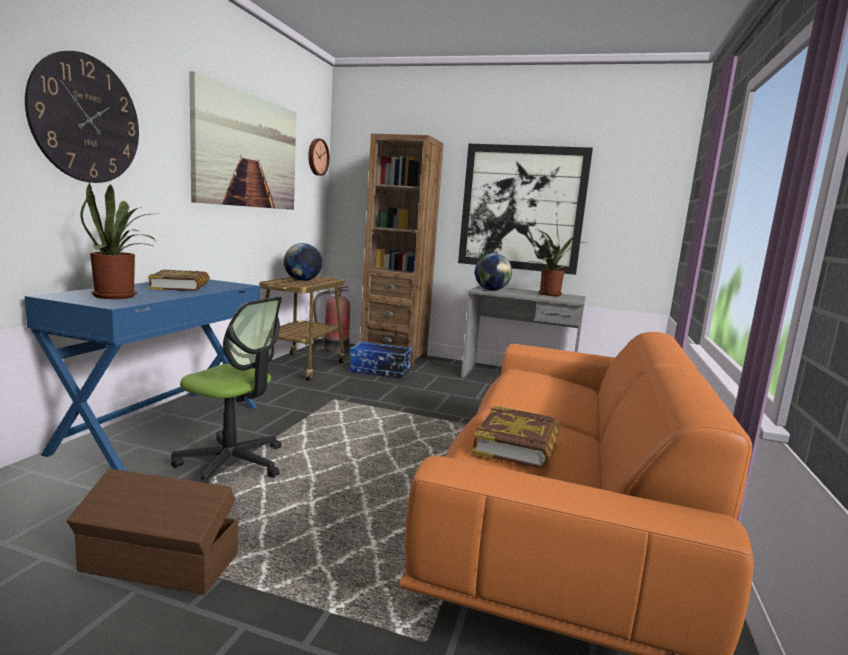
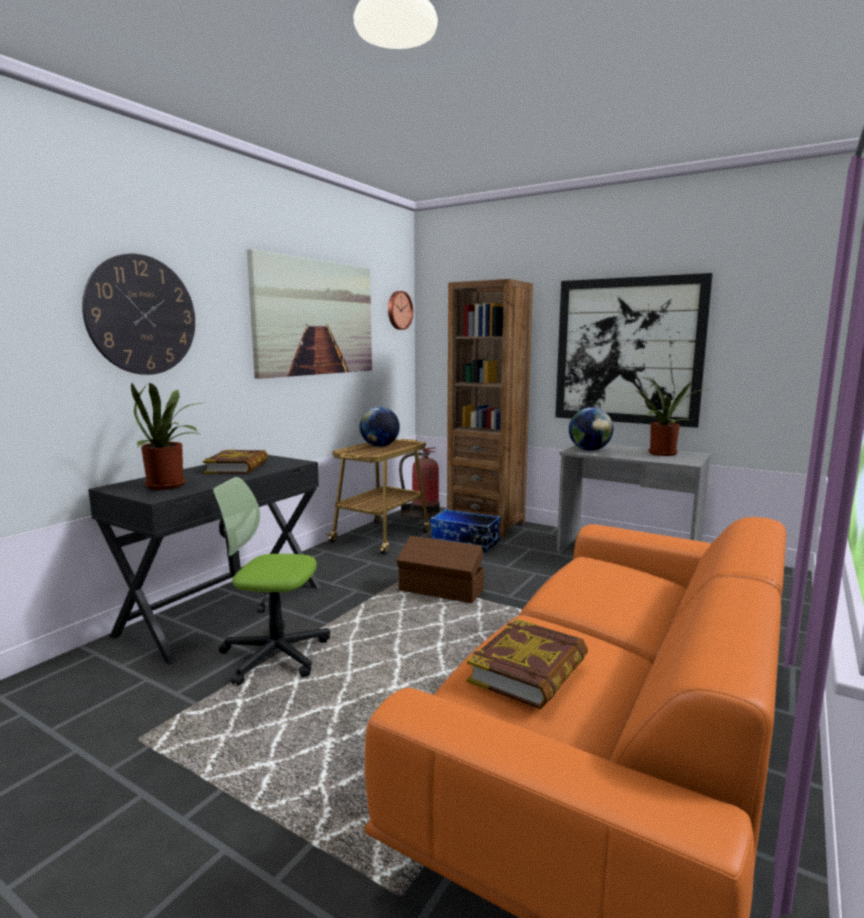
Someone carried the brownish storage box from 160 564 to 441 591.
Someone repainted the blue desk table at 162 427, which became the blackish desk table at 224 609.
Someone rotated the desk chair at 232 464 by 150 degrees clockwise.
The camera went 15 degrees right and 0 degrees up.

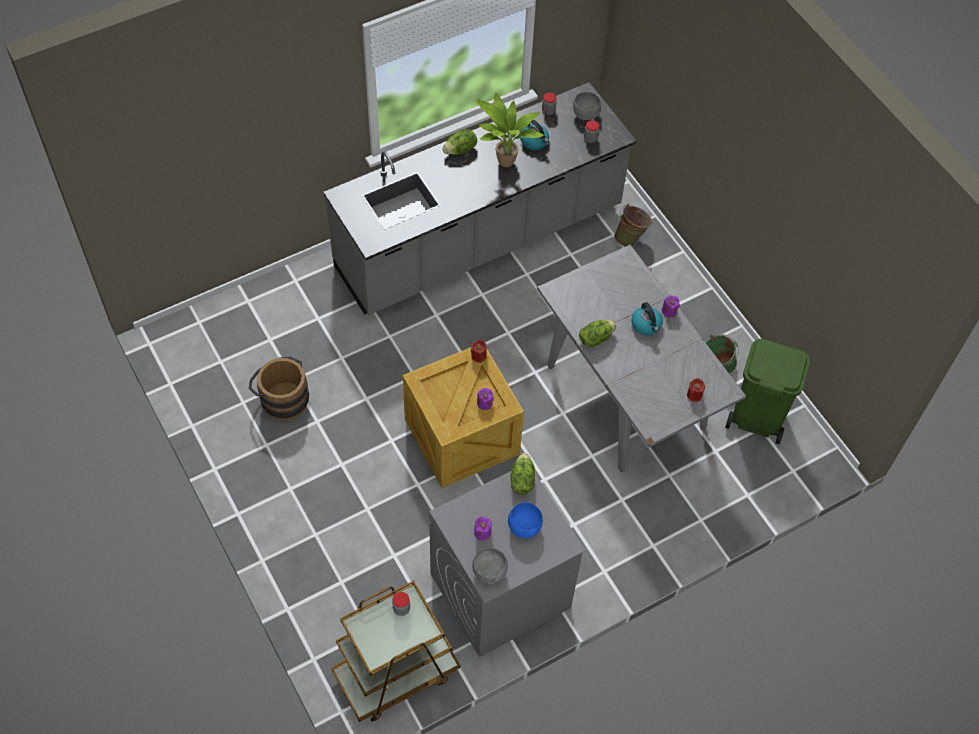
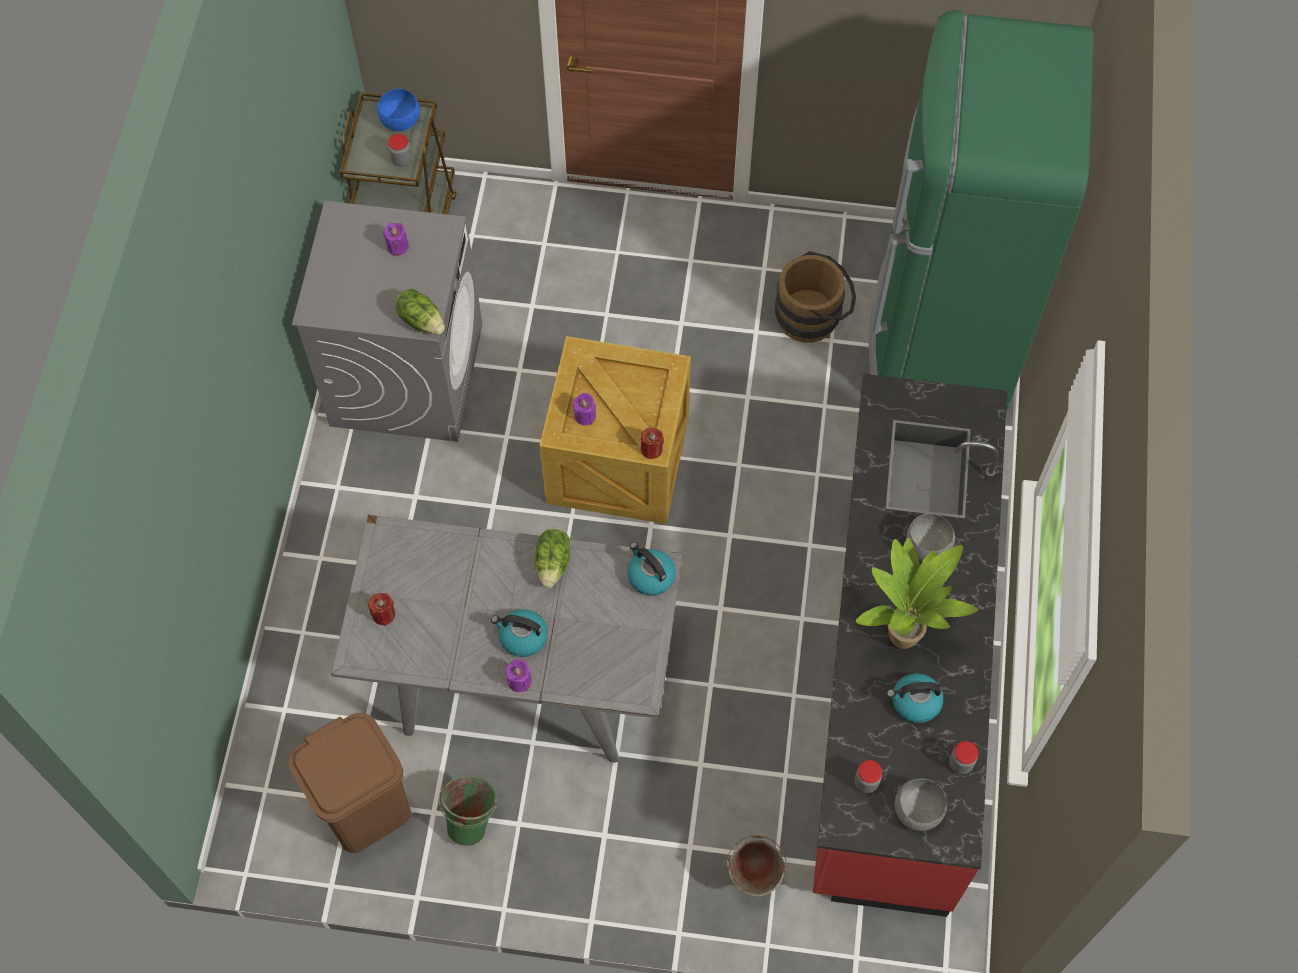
Someone took away the lettuce at 460 150.
Someone put down the tea kettle at 650 576.
Someone put down the greenish fridge at 941 336.
Someone carried the grey bowl from 489 572 to 926 547.
Someone carried the blue bowl from 524 526 to 401 122.
Someone repainted the grey kitchen base unit at 479 239, which became the red-coloured kitchen base unit at 893 677.
Someone repainted the greenish waste bin at 756 416, which became the brownish waste bin at 367 809.
The camera went 130 degrees right and 5 degrees up.

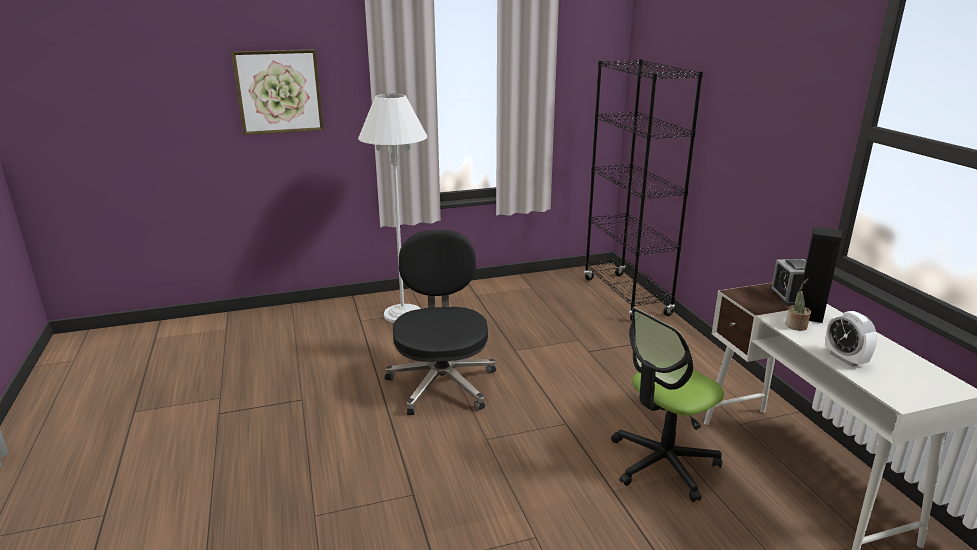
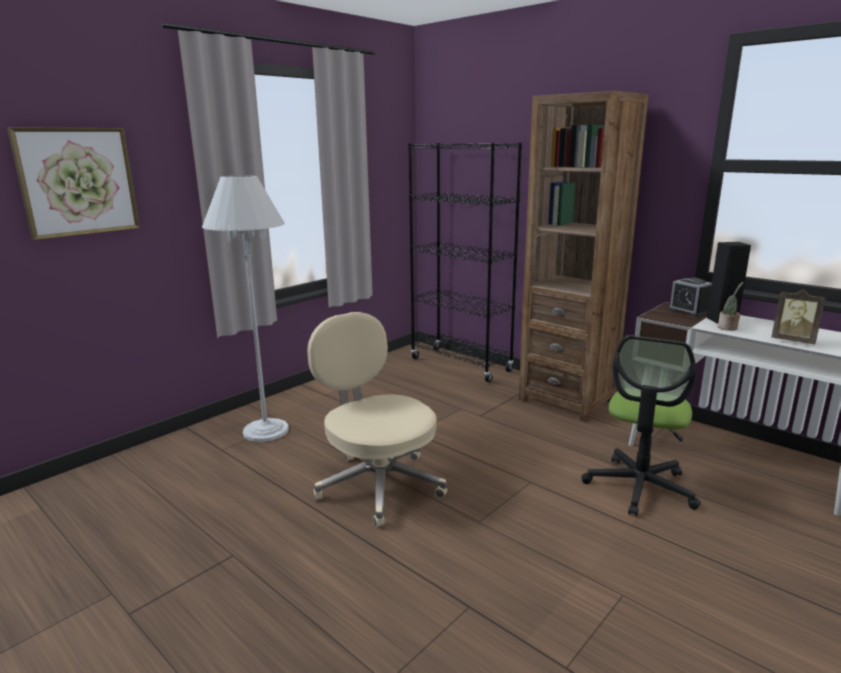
Someone put down the brownish bookshelf at 567 400.
Someone swapped the alarm clock at 845 358 for the photo frame at 793 340.
Someone repainted the blackish desk chair at 442 383, which became the sand-coloured desk chair at 378 484.
The camera went 30 degrees left and 5 degrees down.

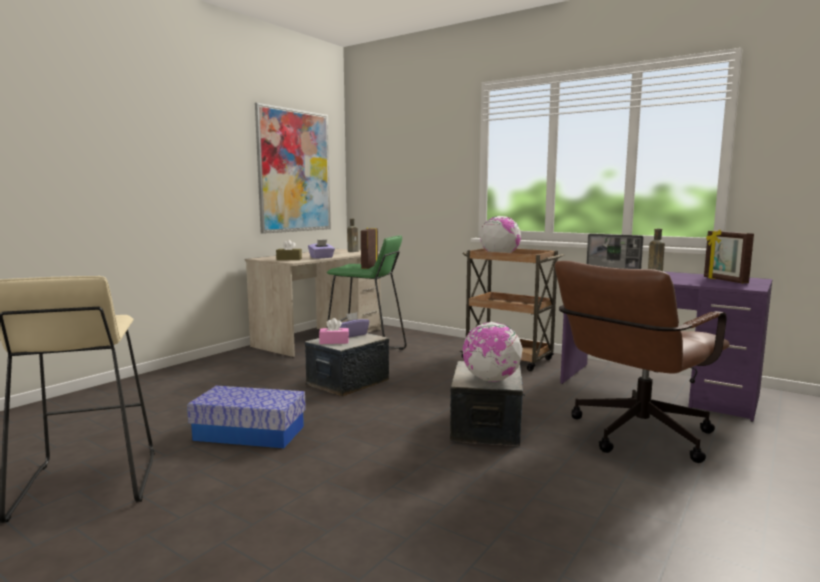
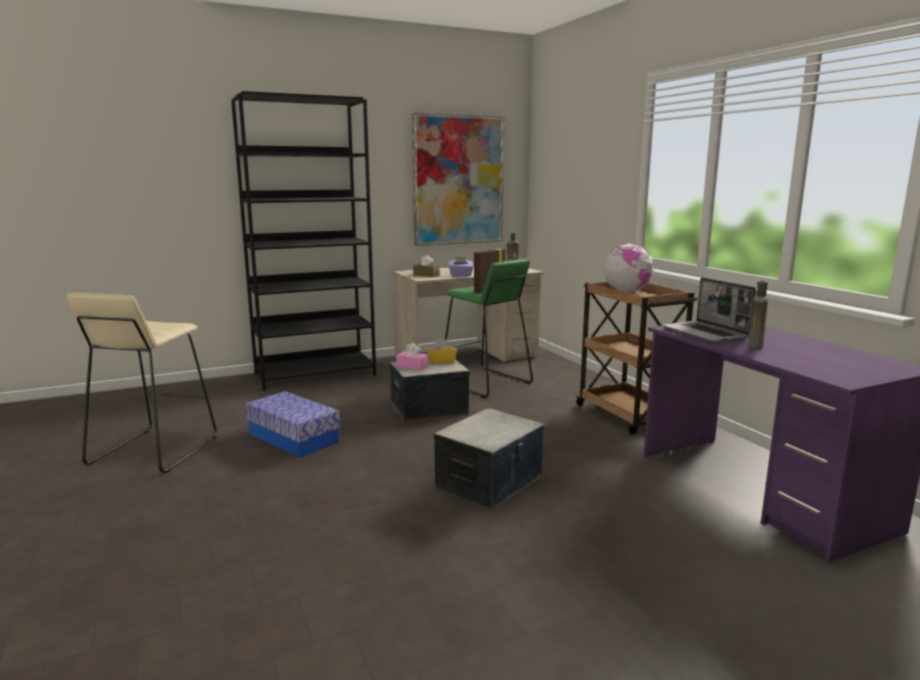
Someone took away the world globe at 491 380.
Someone took away the brownish desk chair at 633 436.
Someone took away the photo frame at 724 280.
Someone put down the blackish bookshelf at 315 374.
Someone repainted the purple-coloured tissue box at 353 334, which became the yellow-coloured tissue box at 441 362.
The camera went 30 degrees right and 5 degrees up.

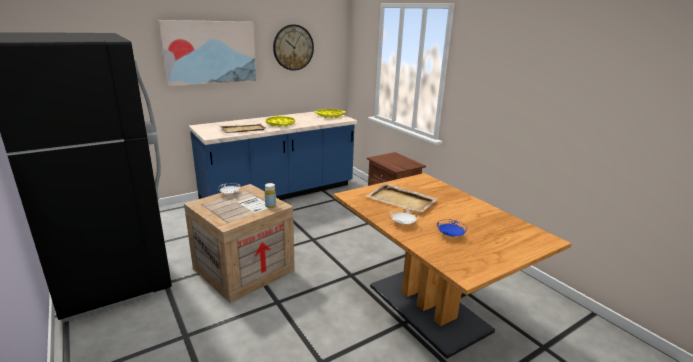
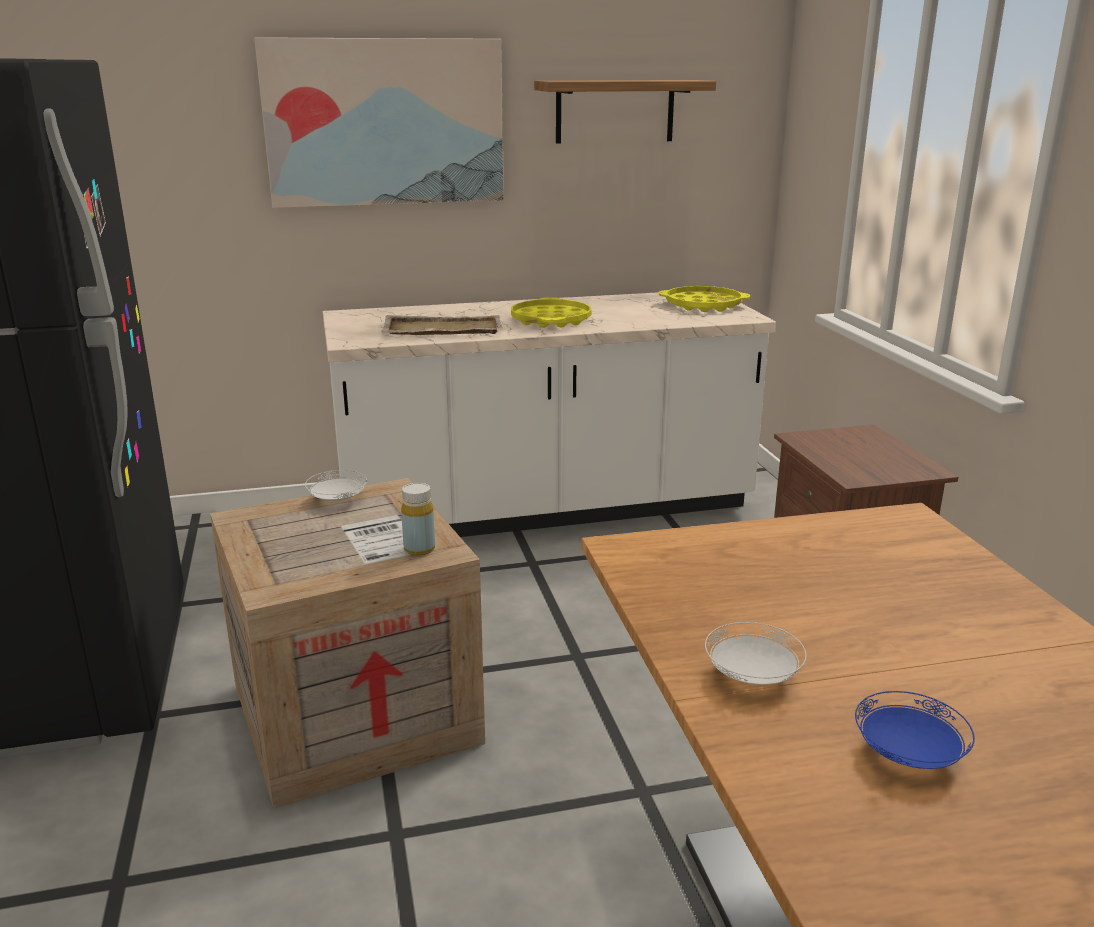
Someone took away the sand-coloured tray at 402 200.
Someone swapped the hanging clock at 293 47 for the shelf at 615 111.
Someone repainted the blue kitchen base unit at 279 193, which became the whitish kitchen base unit at 544 509.
The camera went 20 degrees right and 0 degrees up.

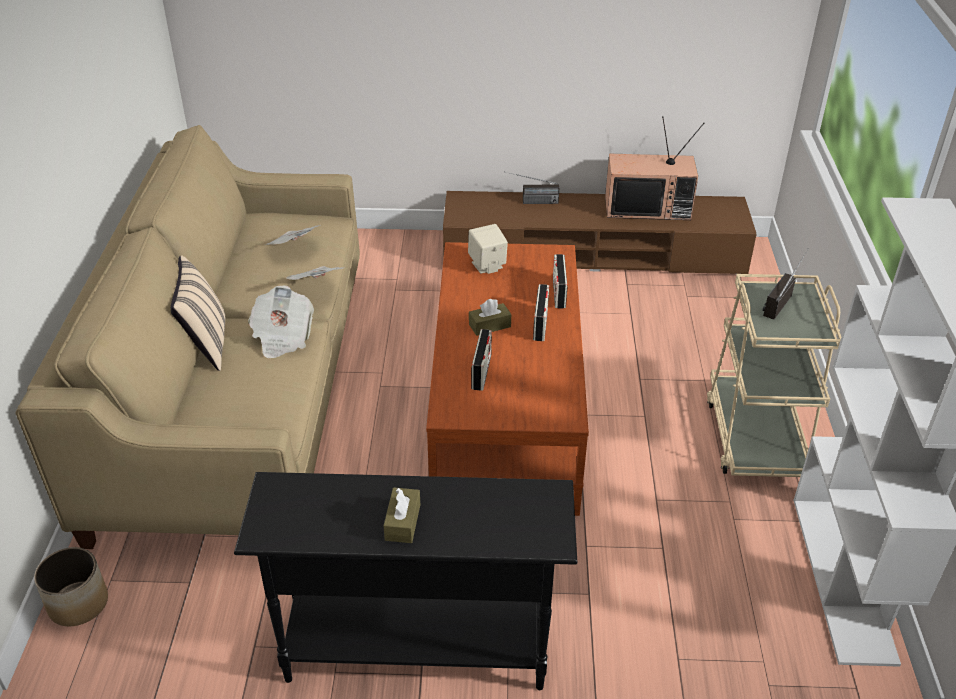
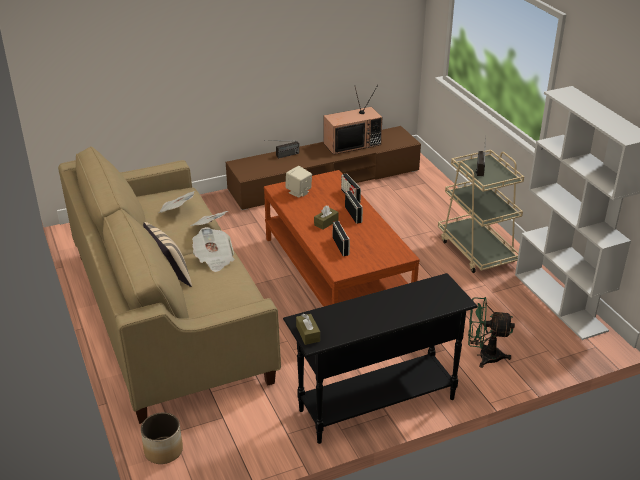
Someone put down the greenish electric fan at 483 356.
Someone carried the brownish tissue box from 402 522 to 308 334.
The camera went 25 degrees left and 5 degrees down.

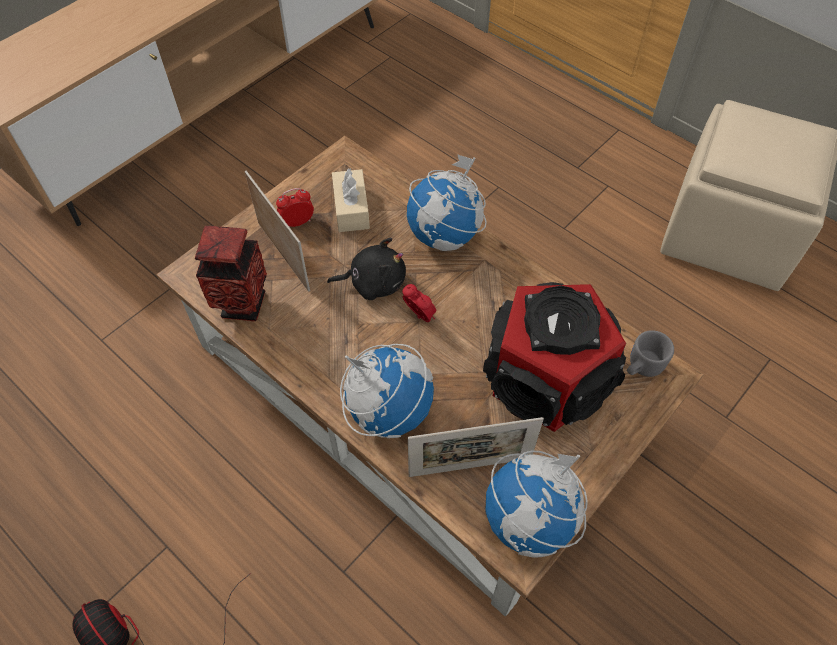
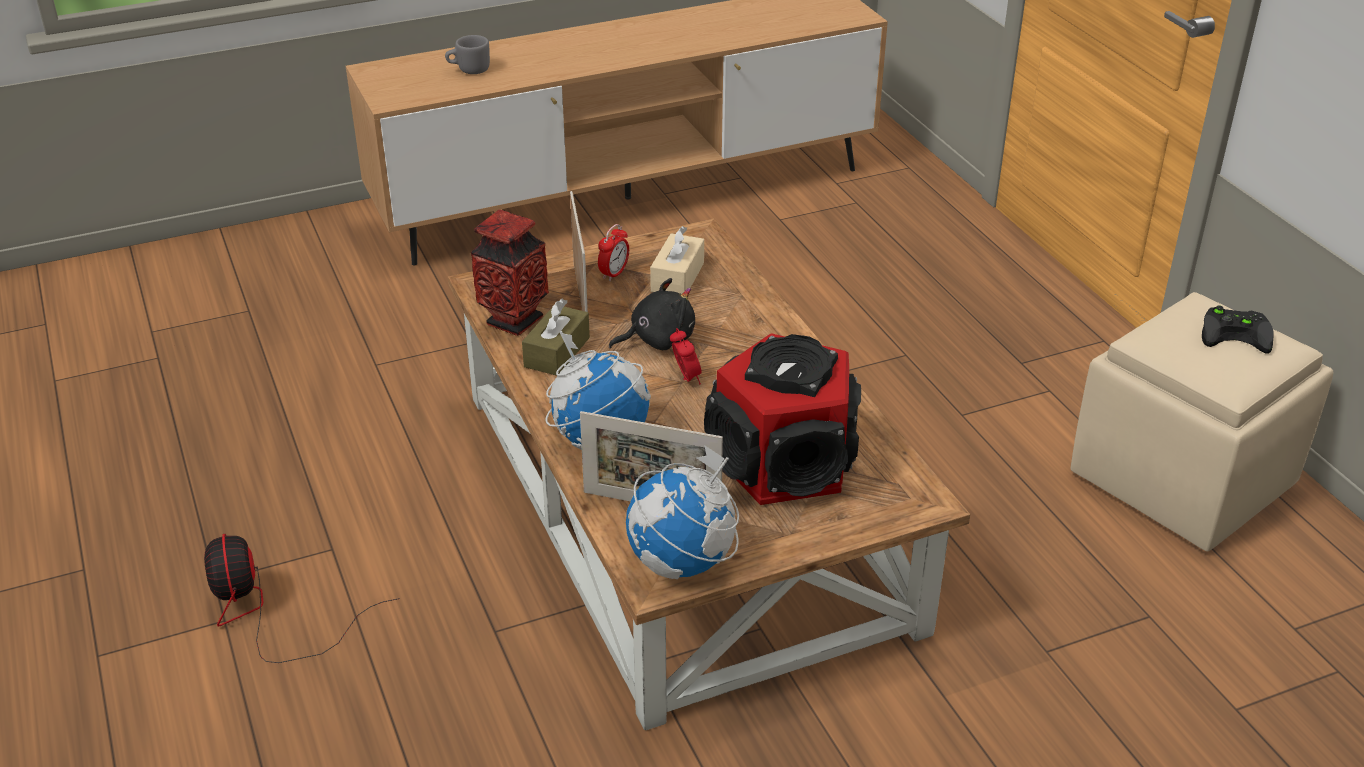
Someone took away the world globe at 445 235.
Someone put down the brownish tissue box at 557 352.
Someone put down the blackish gamepad at 1237 333.
Someone carried the grey tea mug from 641 367 to 469 70.
Someone rotated the alarm clock at 298 222 by 120 degrees clockwise.
Someone rotated the blackish plush toy at 373 282 by 45 degrees counterclockwise.
The camera went 25 degrees right and 20 degrees down.

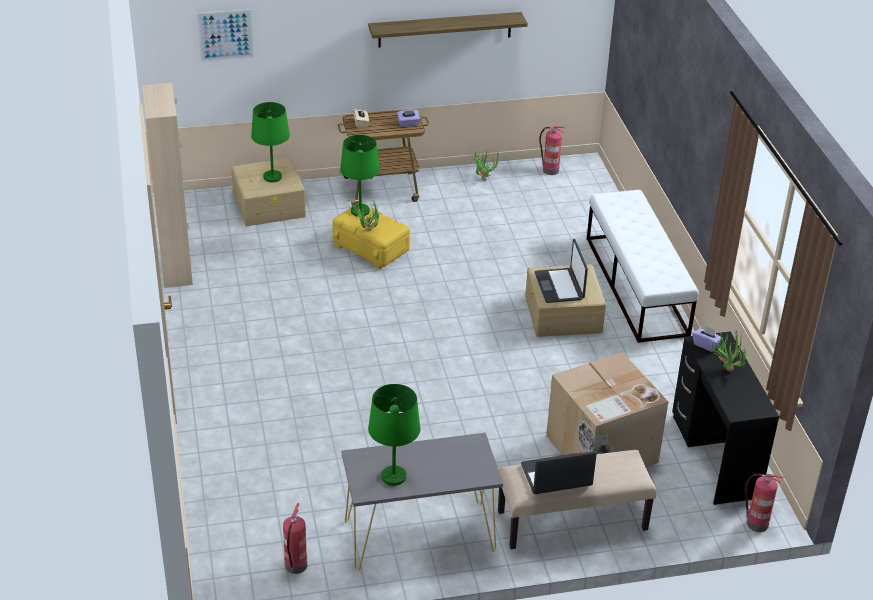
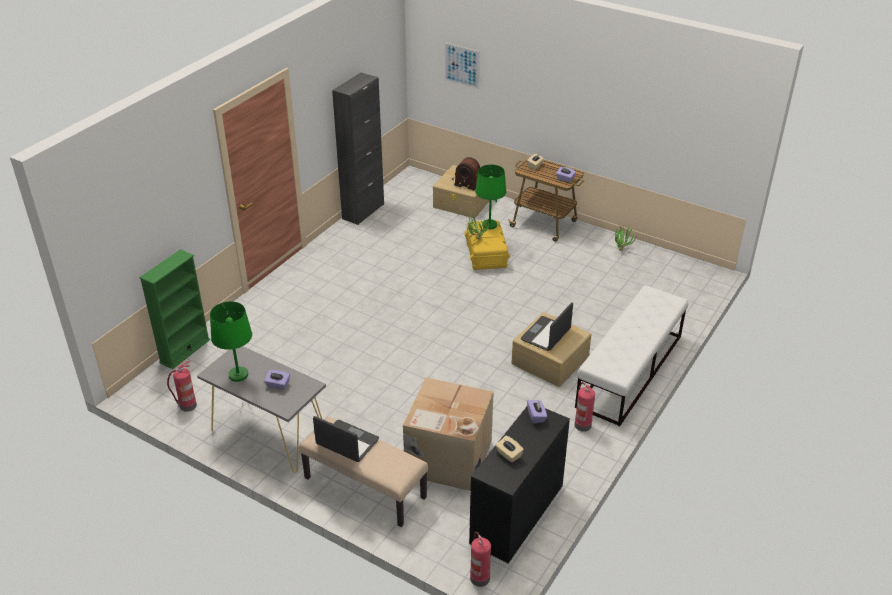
Someone took away the shelf at 445 29.
Someone took away the plant in a pot at 725 368.
Someone put down the greenish bookshelf at 185 351.
Someone put down the purple-coloured tissue box at 278 385.
Someone put down the sand-coloured tissue box at 508 455.
Someone carried the fire extinguisher from 550 170 to 582 424.
Someone swapped the greenish tabletop lamp at 272 177 for the radio set at 466 181.
Someone repainted the sand-coloured cupboard at 176 268, which became the blackish cupboard at 363 211.
The camera went 45 degrees right and 0 degrees up.

